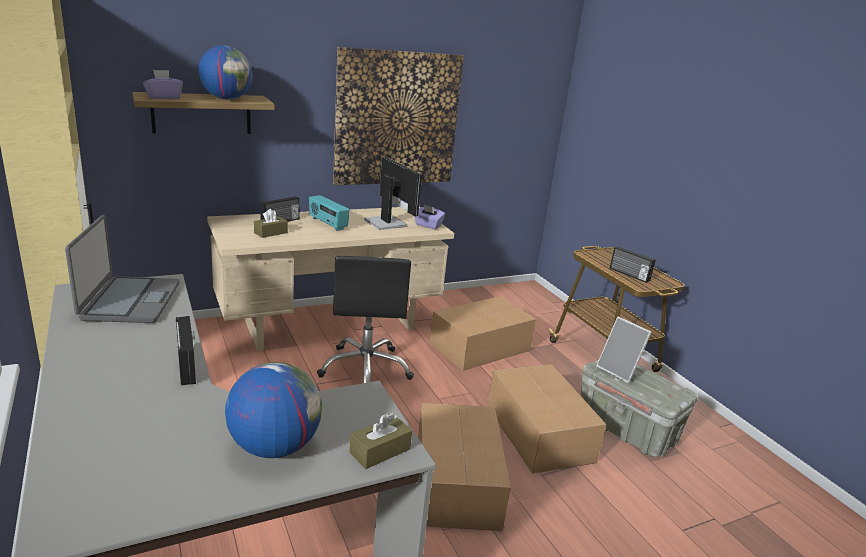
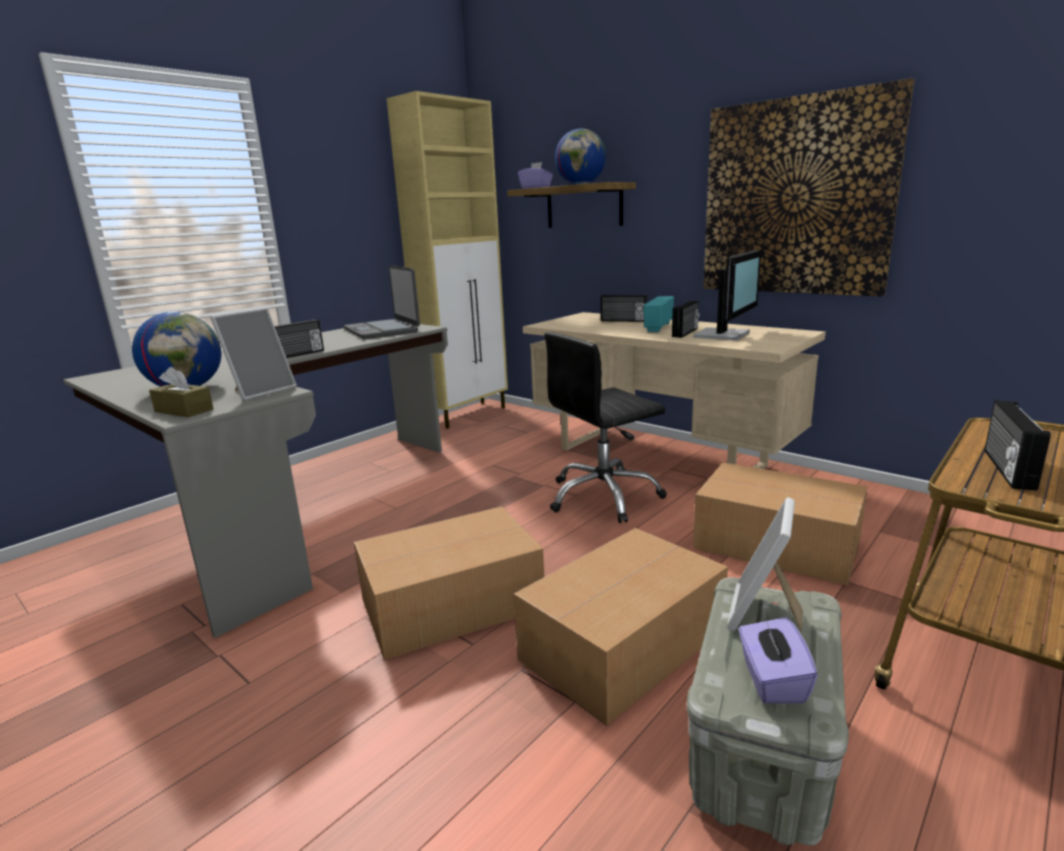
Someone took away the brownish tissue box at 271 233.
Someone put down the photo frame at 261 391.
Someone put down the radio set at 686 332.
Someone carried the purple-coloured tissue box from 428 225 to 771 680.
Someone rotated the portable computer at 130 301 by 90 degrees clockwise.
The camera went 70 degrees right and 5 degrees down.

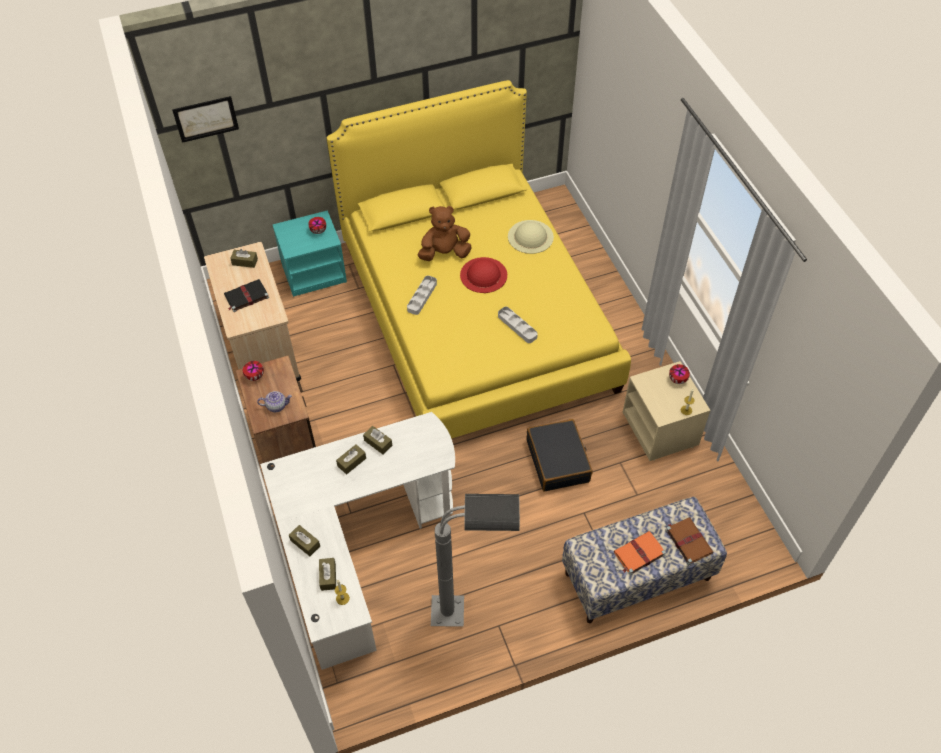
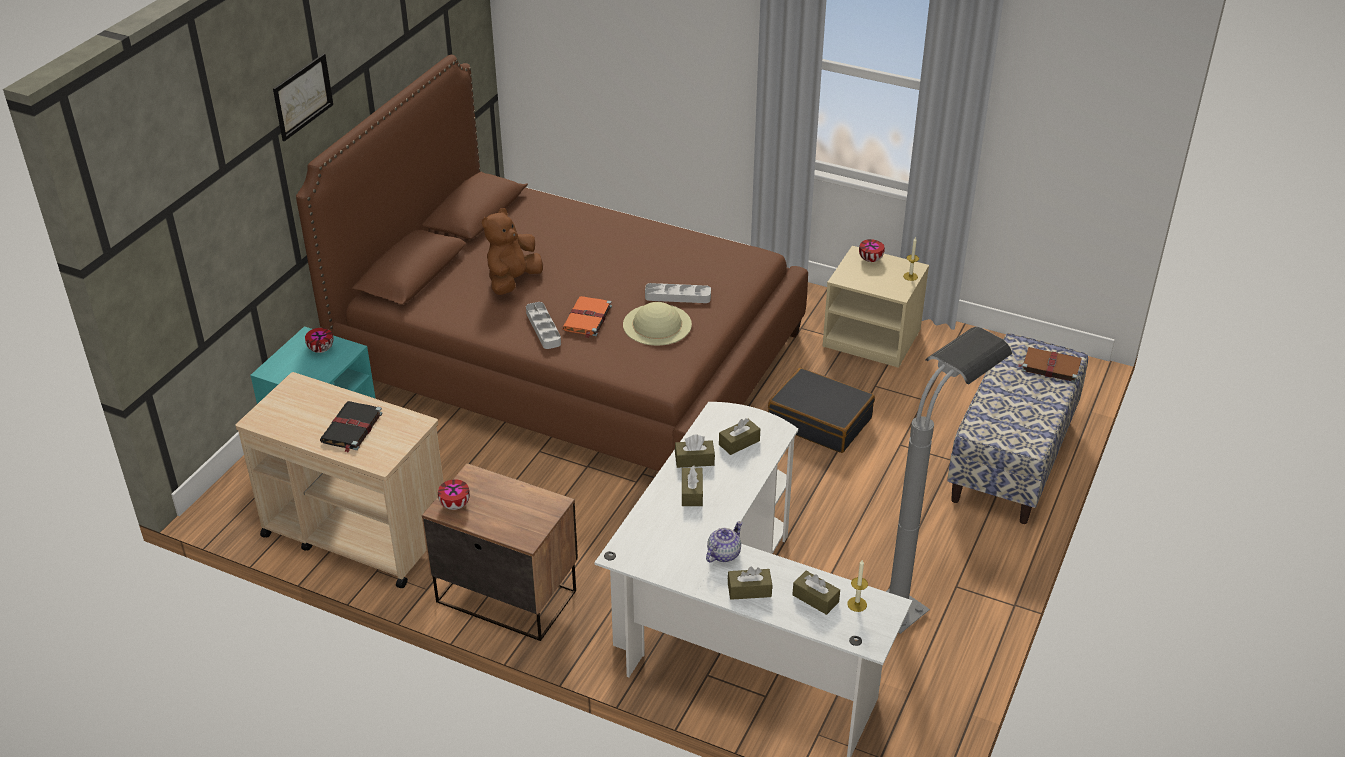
Someone took away the red-coloured wearable hat at 483 275.
Someone carried the picture from 206 119 to 303 96.
Someone carried the brownish tissue box from 245 262 to 739 442.
Someone carried the tea pot from 276 406 to 723 553.
Someone carried the sand-coloured wearable hat from 530 236 to 657 324.
Someone carried the orangey bound book from 638 554 to 587 319.
Someone repainted the yellow-coloured bedroom bed at 476 316, which became the brownish bedroom bed at 570 357.
The camera went 45 degrees left and 15 degrees down.

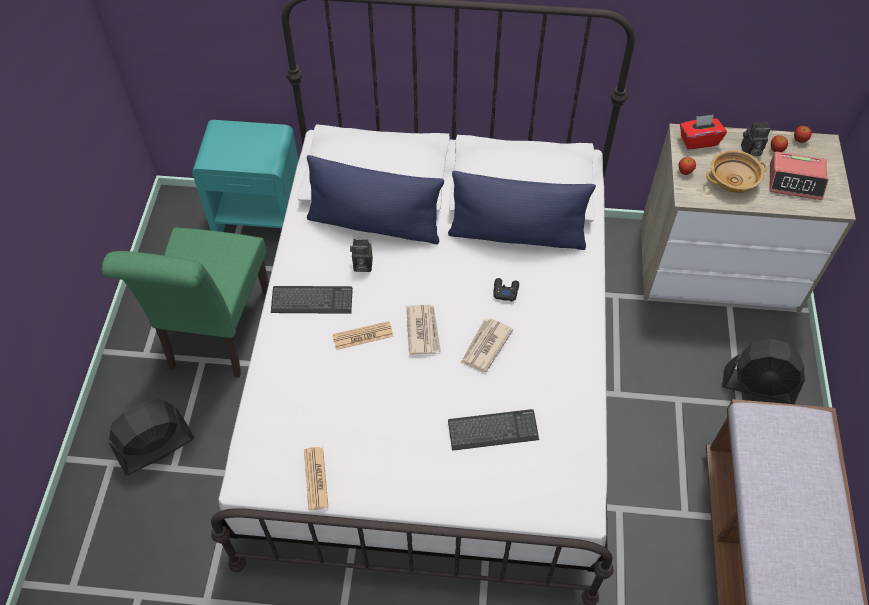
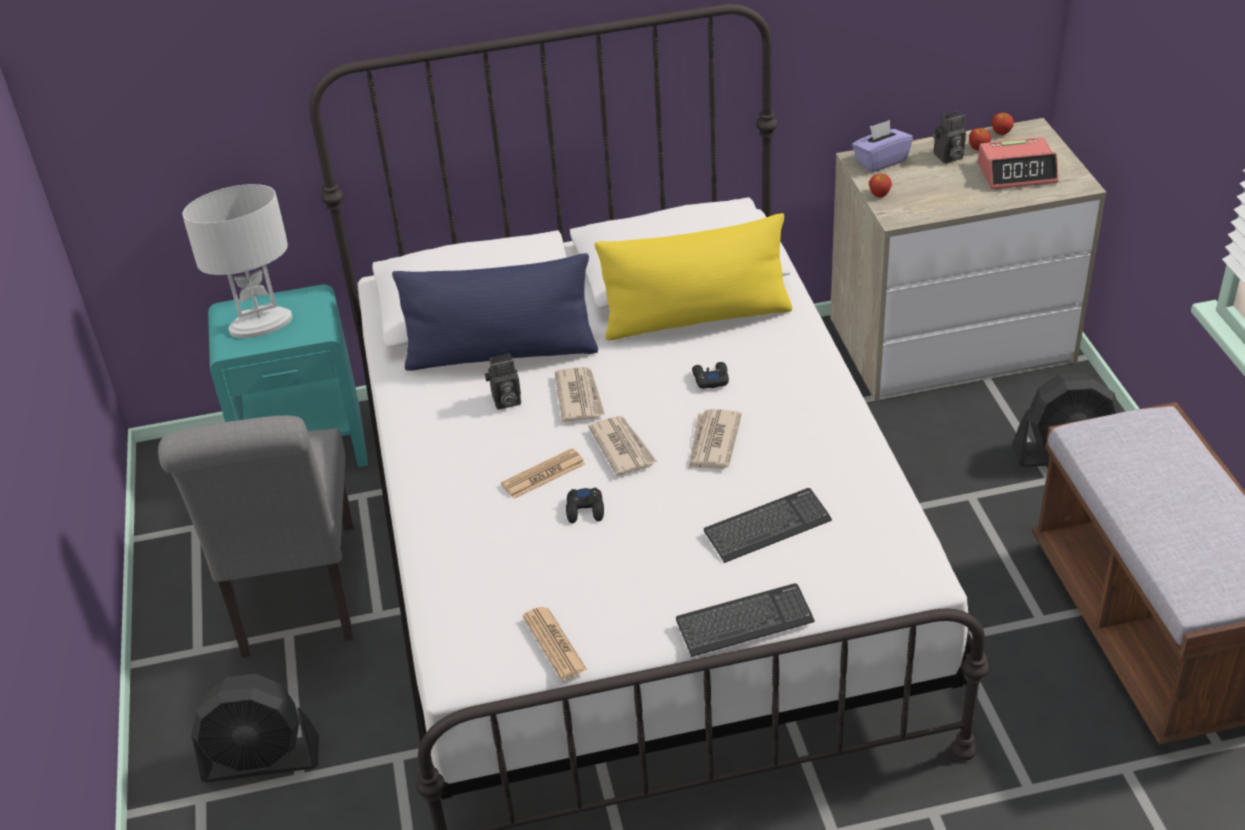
Someone took away the sand-coloured bowl at 733 180.
Someone put down the whitish tabletop lamp at 261 325.
Someone put down the newspaper at 579 397.
Someone put down the blackish gamepad at 585 510.
Someone carried the keyboard from 312 301 to 744 622.
Someone repainted the greenish plain chair at 216 334, which became the grey plain chair at 296 597.
Someone repainted the blue throw pillow at 517 235, which became the yellow-coloured throw pillow at 696 318.
Someone repainted the red-coloured tissue box at 698 140, which became the purple-coloured tissue box at 880 161.
Someone rotated the blackish electric fan at 155 448 by 135 degrees counterclockwise.
The camera went 15 degrees left and 15 degrees down.

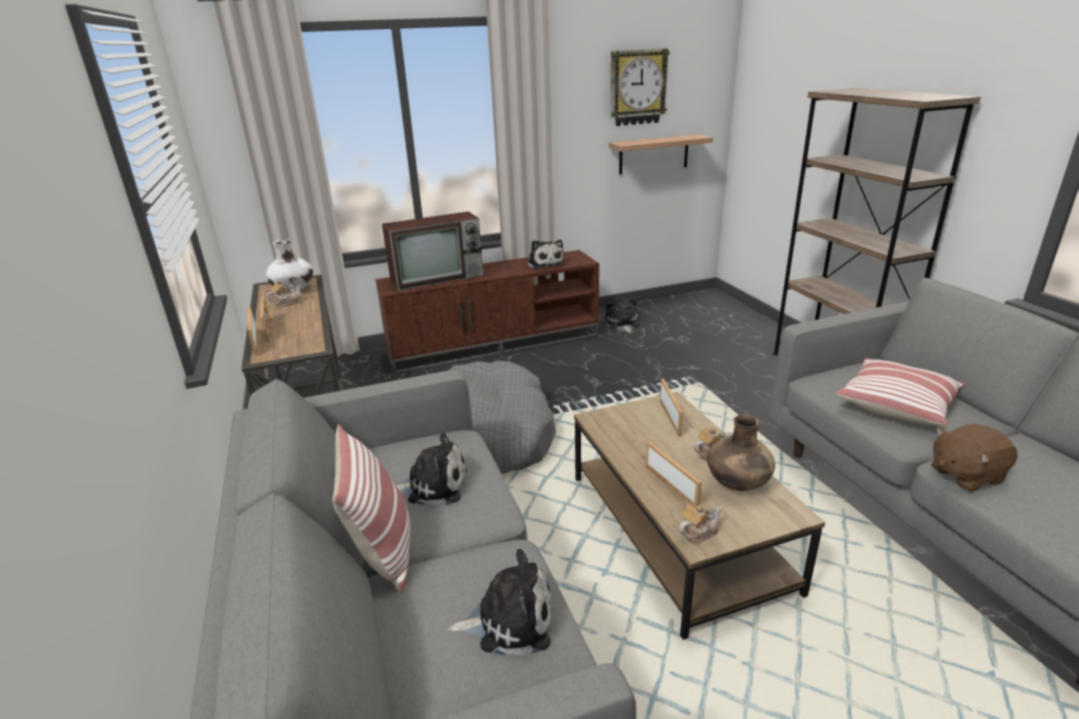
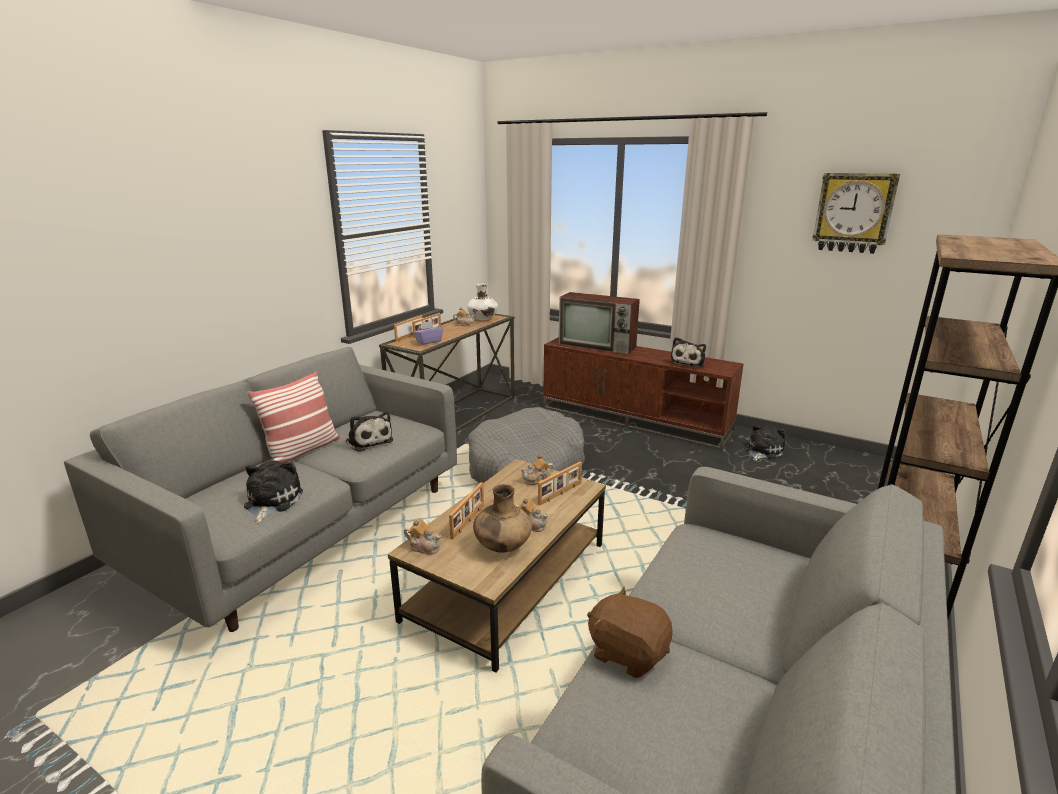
Someone took away the shelf at 653 154.
Someone took away the throw pillow at 896 405.
Someone put down the purple-coloured tissue box at 428 341.
Someone put down the tea pot at 537 480.
Someone rotated the plush toy at 509 620 by 135 degrees counterclockwise.
The camera went 50 degrees right and 5 degrees down.

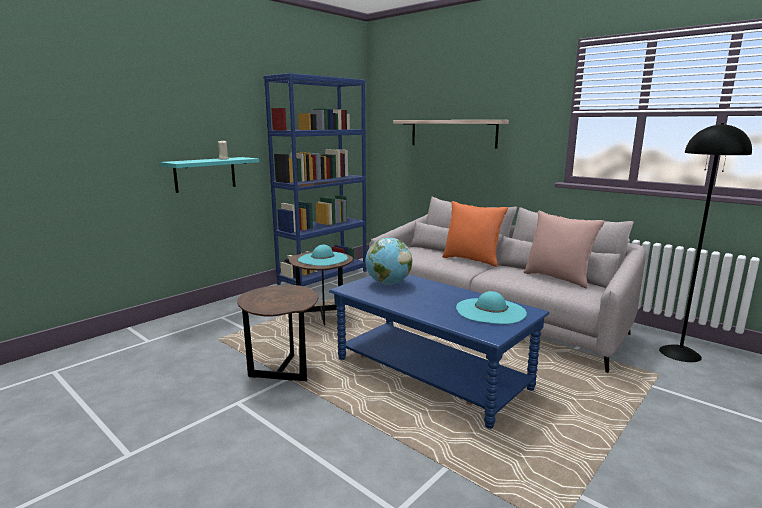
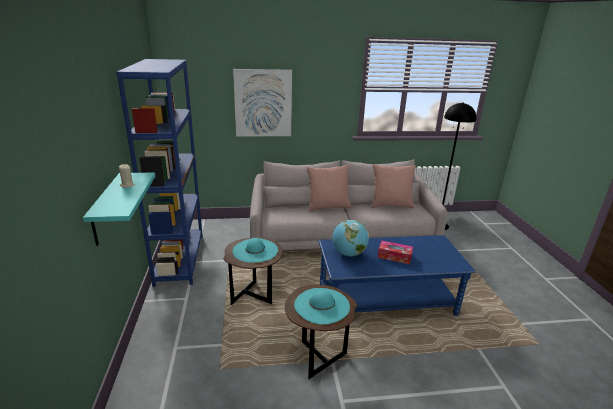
Someone put down the tissue box at 394 256.
Someone carried the turquoise wearable hat from 490 310 to 322 305.
Someone swapped the shelf at 452 133 for the picture at 263 103.
Someone repainted the orangey throw pillow at 472 260, which became the pink-coloured throw pillow at 328 207.
The camera went 50 degrees left and 10 degrees up.

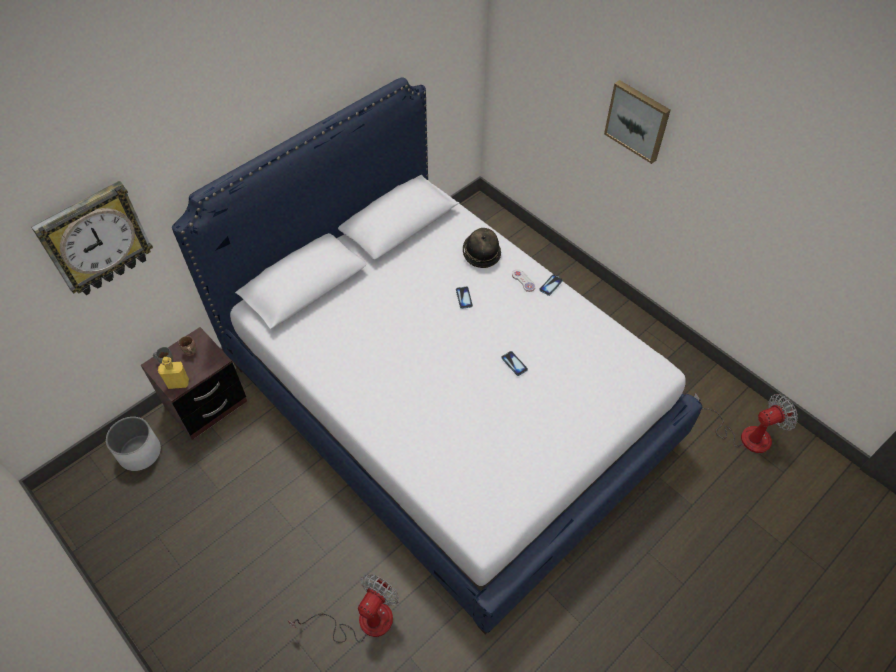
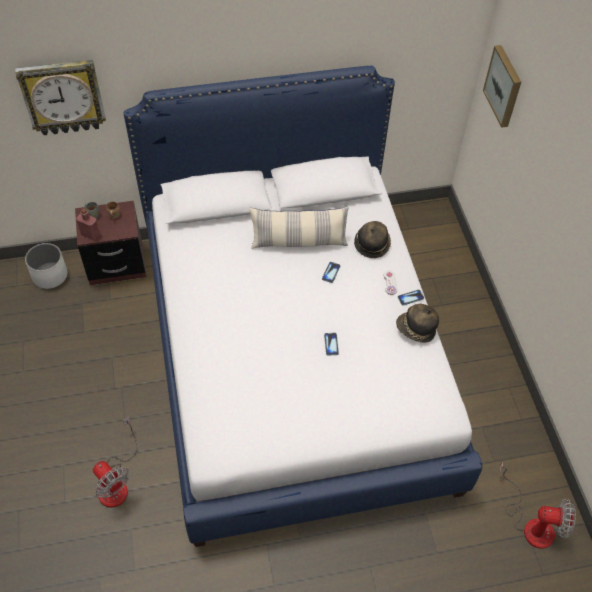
Someone put down the throw pillow at 299 242.
Someone put down the wearable hat at 416 330.
Someone carried the picture from 638 120 to 504 86.
Someone repainted the yellow-coloured drink bottle at 178 383, which became the red-coloured drink bottle at 90 234.
Someone rotated the electric fan at 362 621 by 75 degrees clockwise.
The camera went 30 degrees right and 0 degrees up.

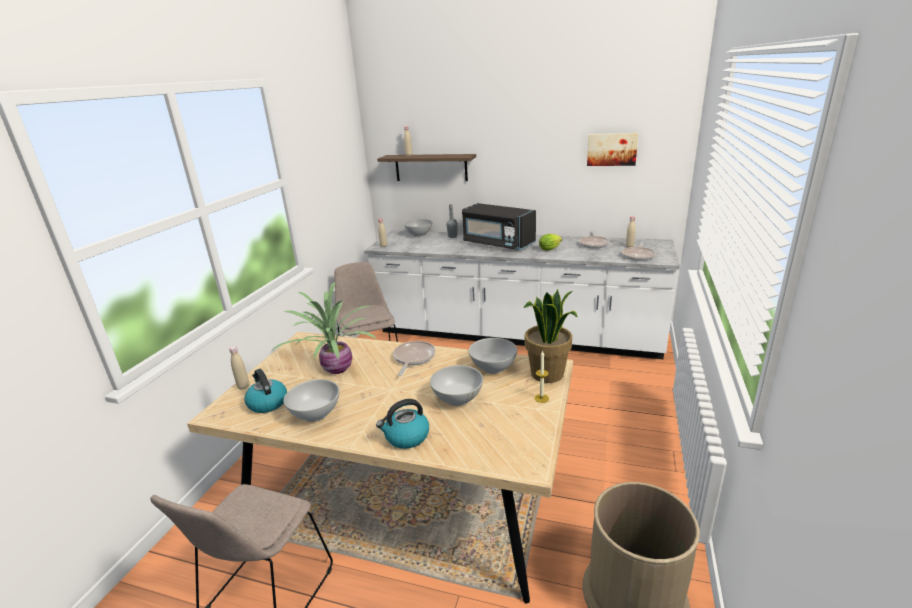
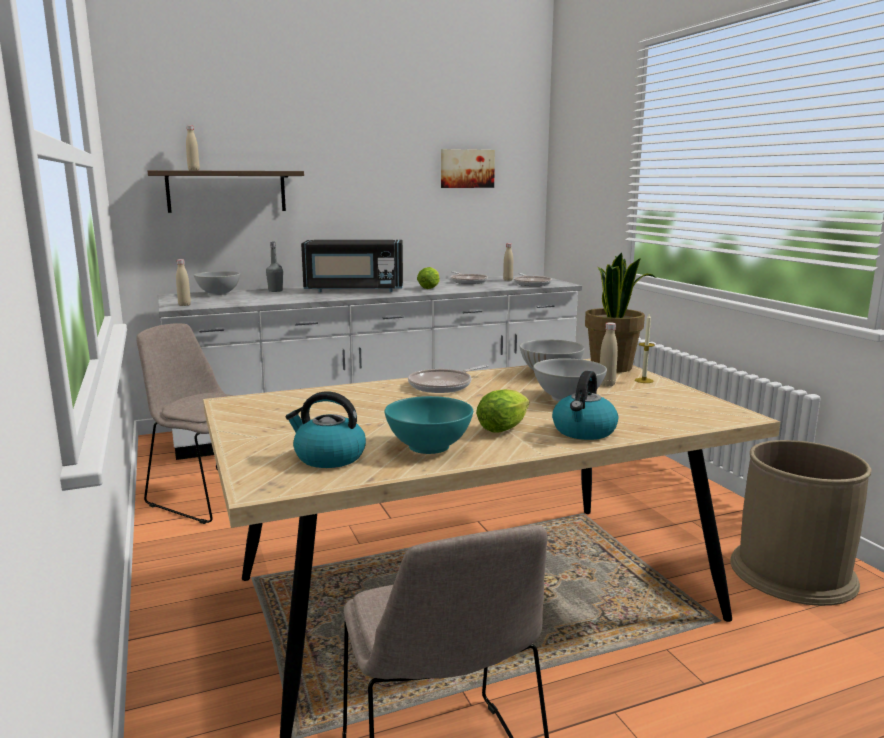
Someone took away the plant in a pot at 335 369.
Someone put down the lettuce at 505 428.
Someone carried the sand-coloured drink bottle from 243 386 to 607 384.
Someone repainted the whitish bowl at 315 414, which became the turquoise bowl at 428 446.
Someone rotated the pan at 413 358 by 105 degrees counterclockwise.
The camera went 40 degrees left and 10 degrees down.

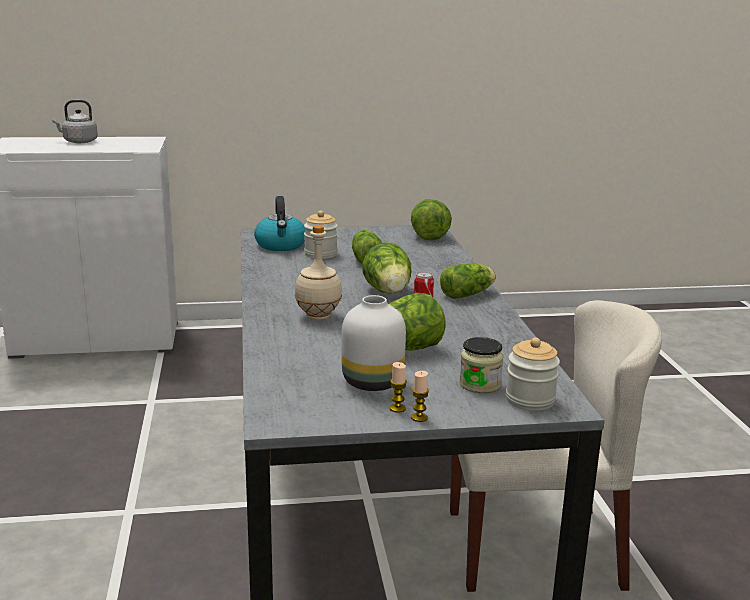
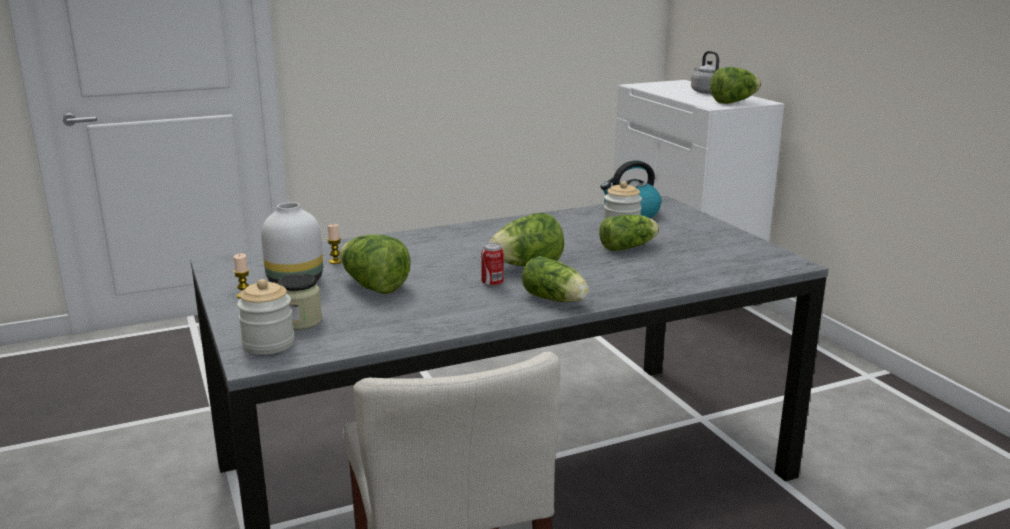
Someone took away the sand-coloured drink bottle at 319 316.
Someone carried the lettuce from 428 235 to 733 102.
Someone carried the wax light from 419 417 to 335 261.
The camera went 75 degrees right and 0 degrees up.

